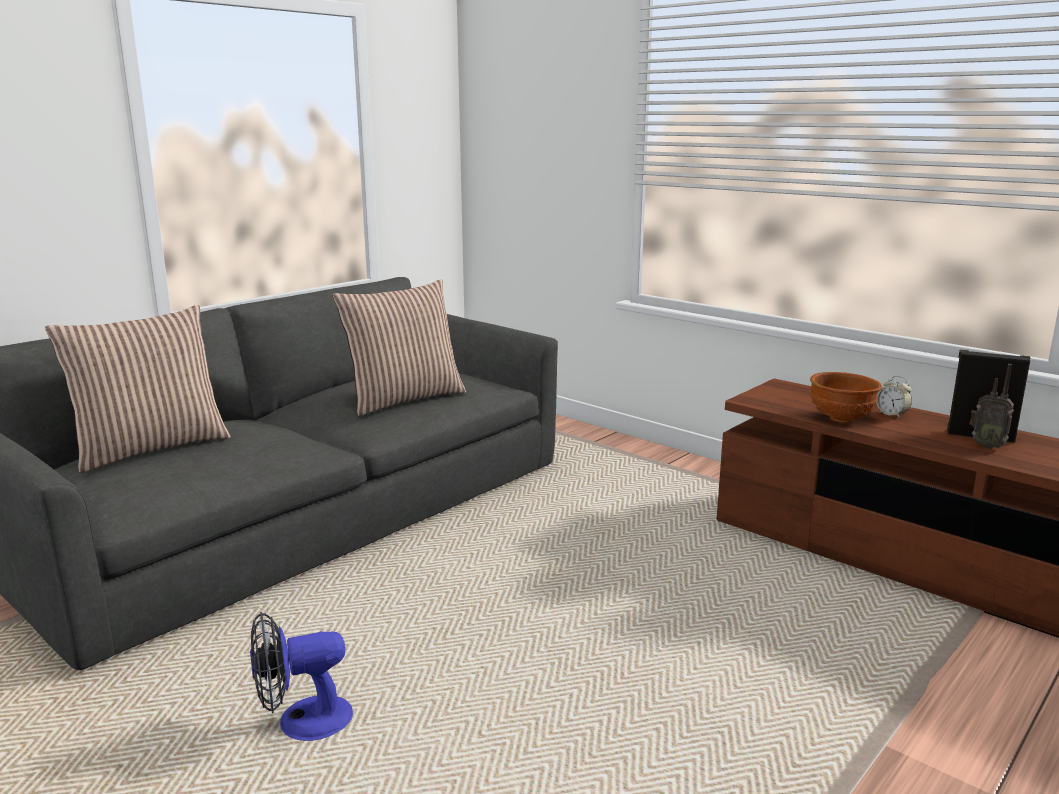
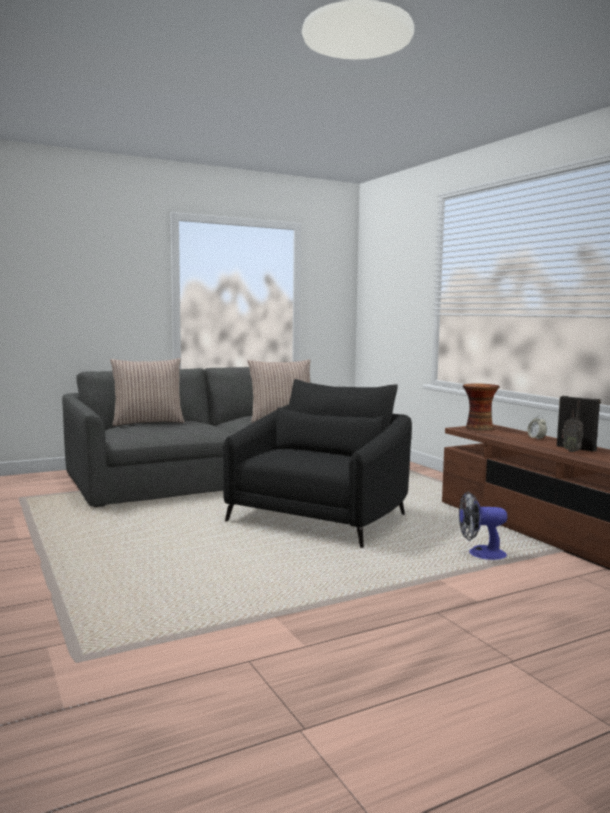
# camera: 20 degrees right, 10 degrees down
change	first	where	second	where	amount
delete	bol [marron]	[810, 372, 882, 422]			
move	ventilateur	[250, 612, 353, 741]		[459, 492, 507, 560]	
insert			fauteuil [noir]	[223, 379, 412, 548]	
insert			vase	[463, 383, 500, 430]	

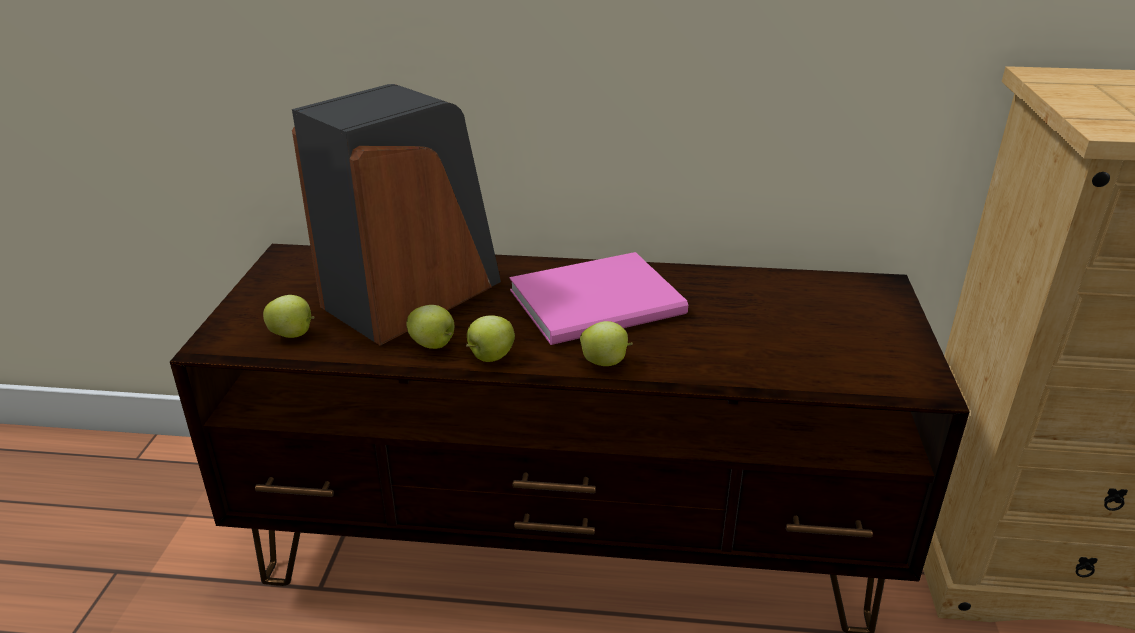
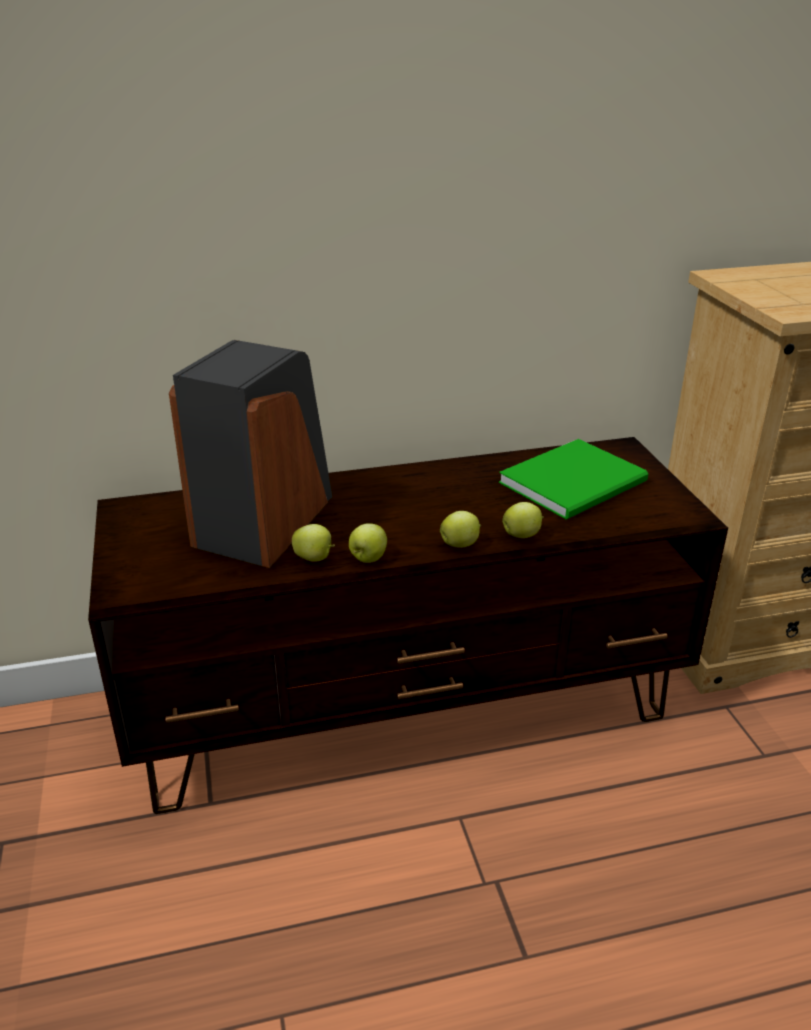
# camera: 20 degrees left, 0 degrees up
change	first	where	second	where	amount
delete	livre [rose]	[510, 252, 688, 345]			
move	pomme	[263, 295, 315, 338]		[502, 502, 544, 538]	
insert			livre [vert]	[499, 439, 648, 519]	

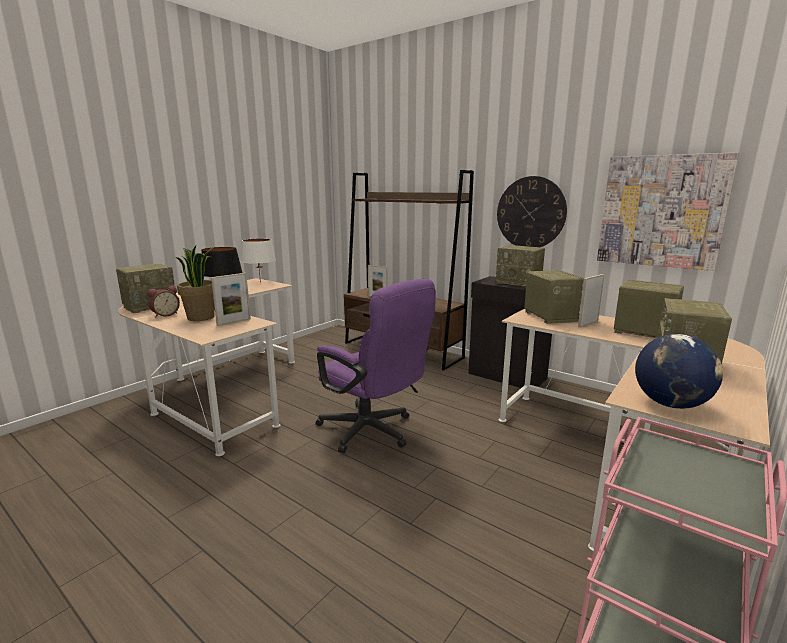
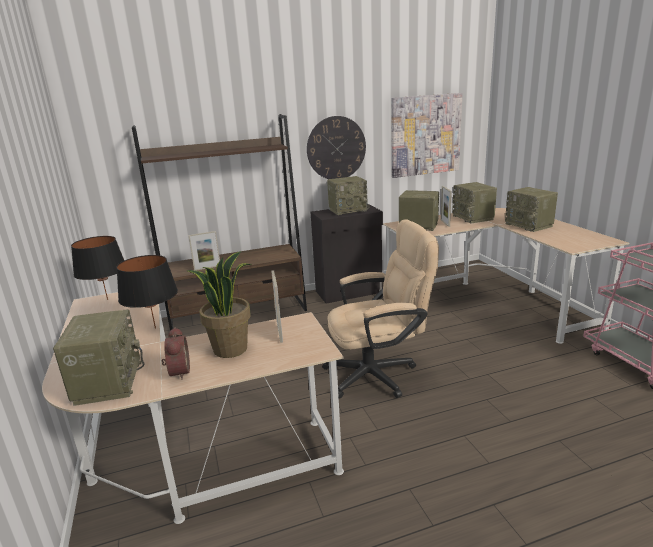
# camera: 55 degrees left, 5 degrees up
change	first	where	second	where	amount
recolor	lampe de table [blanc]	[241, 238, 276, 283]	lampe de table [noir]	[71, 236, 124, 300]	
recolor	chaise de bureau [violet]	[316, 279, 436, 453]	chaise de bureau [beige]	[322, 219, 439, 398]	
rotate	radio	[614, 280, 684, 338]		[452, 182, 497, 224]	90 degrees counterclockwise
delete	globe	[635, 334, 723, 409]			

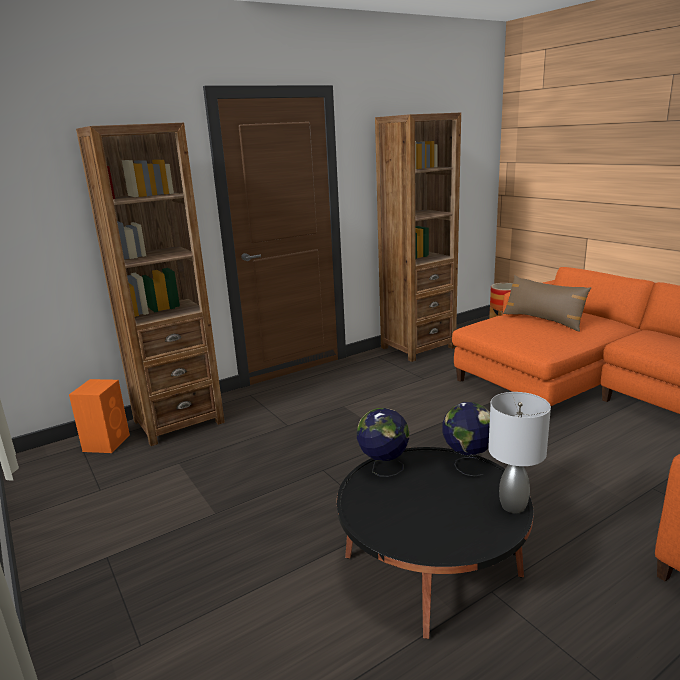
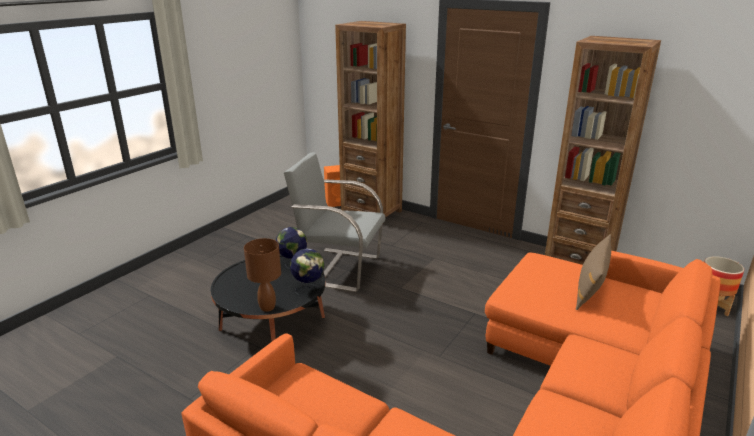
# camera: 65 degrees right, 5 degrees up
change	first	where	second	where	amount
recolor	lampe de table [gris]	[488, 392, 551, 513]	lampe de table [marron]	[244, 238, 281, 312]	
insert			fauteuil [gris]	[284, 152, 385, 292]	

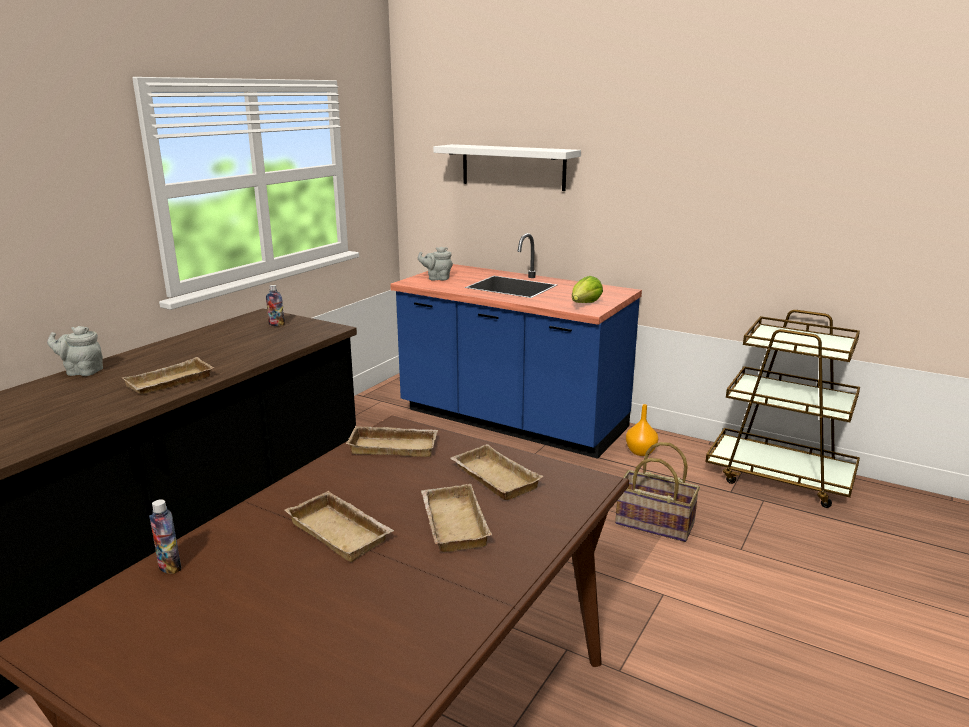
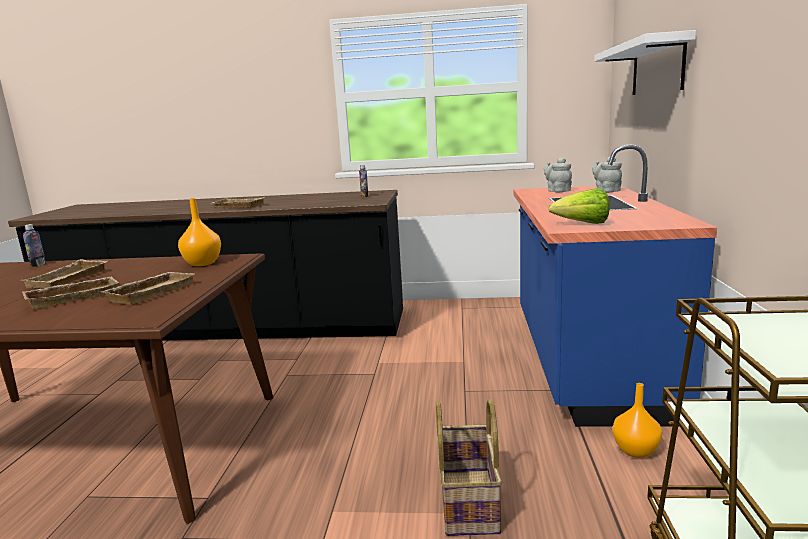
# camera: 65 degrees right, 5 degrees down
change	first	where	second	where	amount
move	théière [gris]	[47, 326, 103, 376]		[592, 157, 622, 193]	
replace	plateau [beige]	[346, 426, 438, 457]	vase [orange]	[178, 198, 221, 266]	

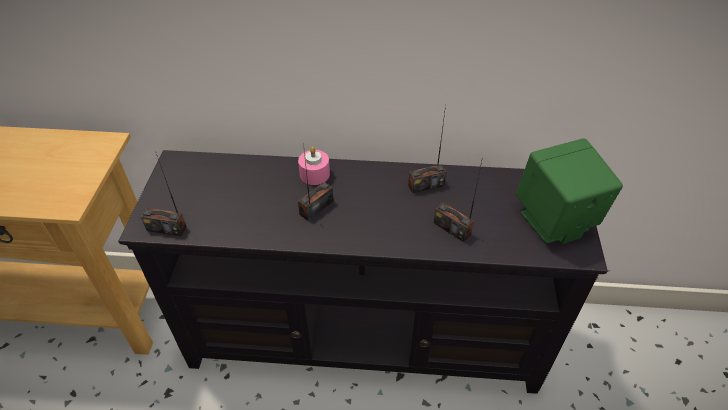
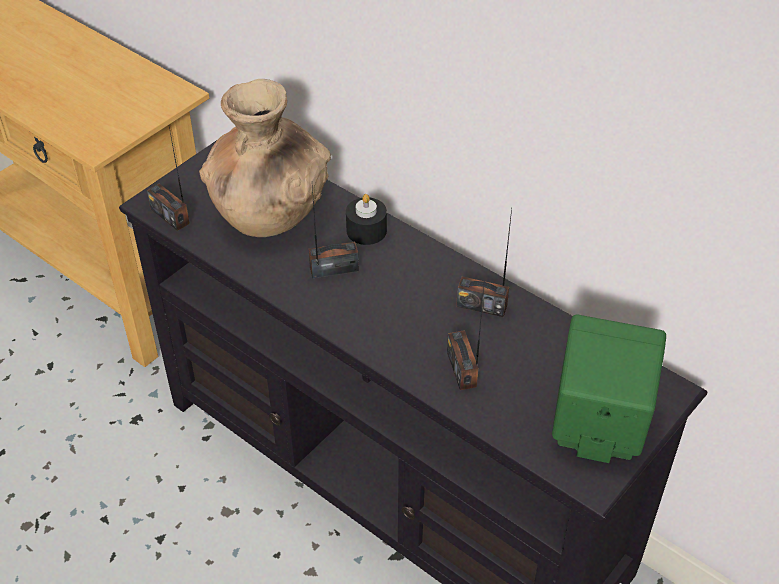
# camera: 35 degrees right, 0 degrees up
change	first	where	second	where	amount
recolor	bougie [rose]	[298, 147, 330, 185]	bougie [noir]	[346, 194, 387, 245]	
insert			vase [marron]	[199, 79, 331, 237]	

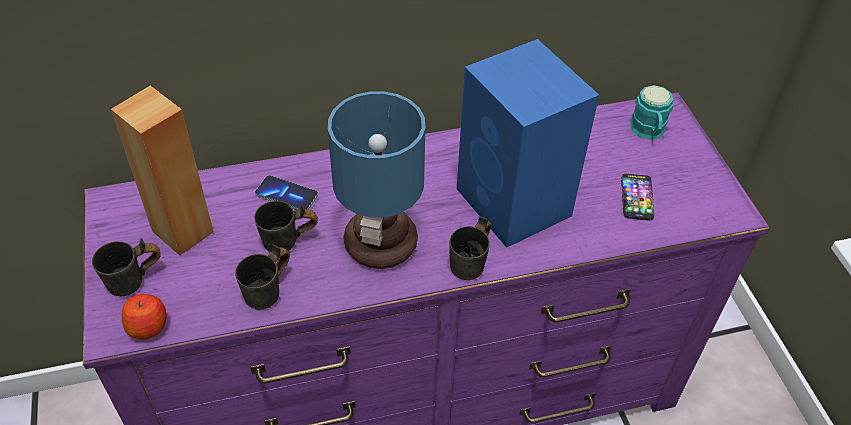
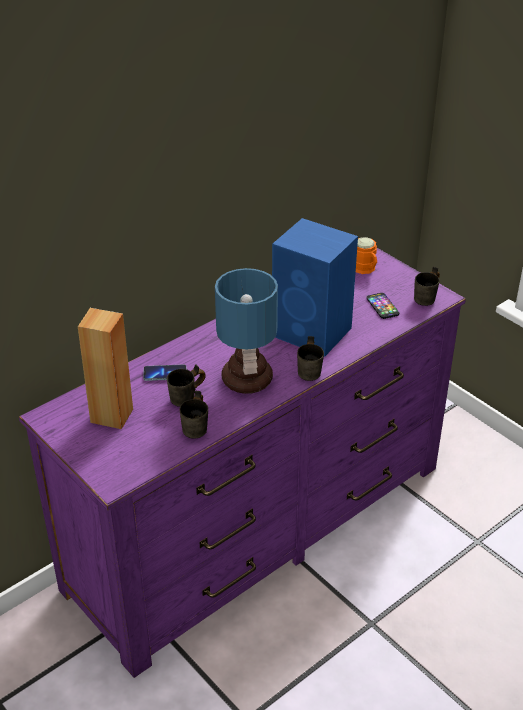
# camera: 25 degrees left, 10 degrees down
change	first	where	second	where	amount
recolor	mug [turquoise]	[630, 85, 673, 140]	mug [orange]	[356, 237, 377, 274]	
move	mug [gris]	[92, 238, 161, 296]		[414, 267, 440, 306]	
delete	pomme	[122, 294, 167, 339]			

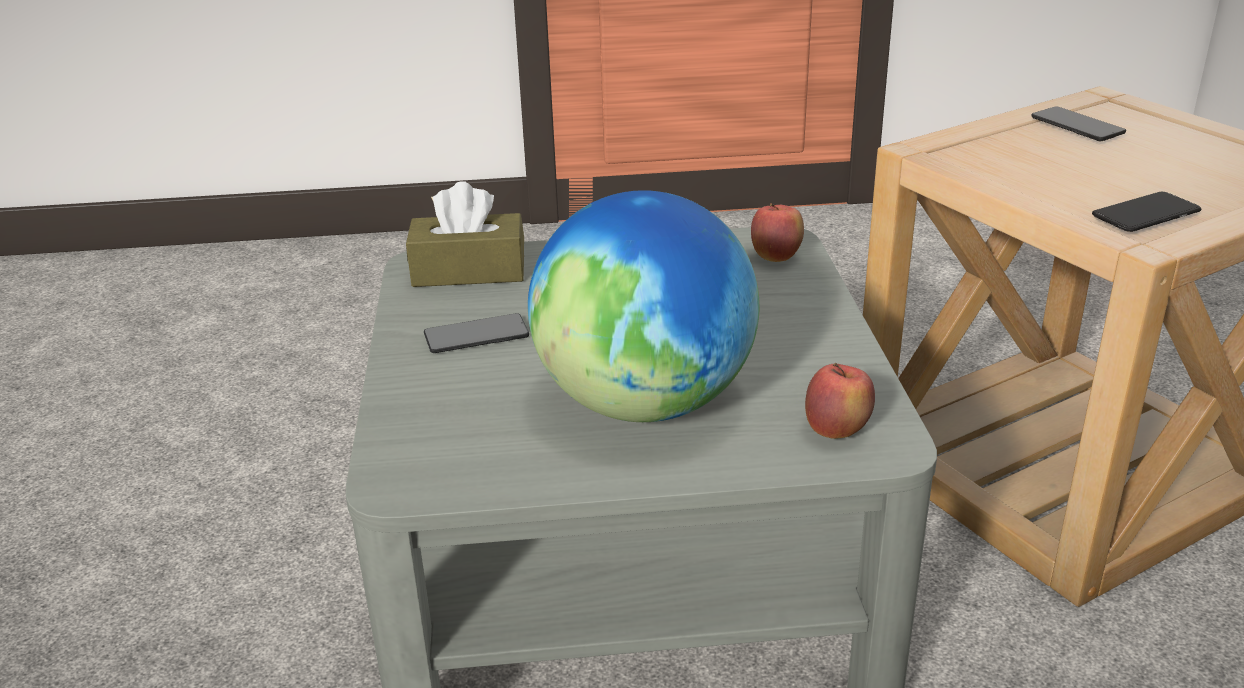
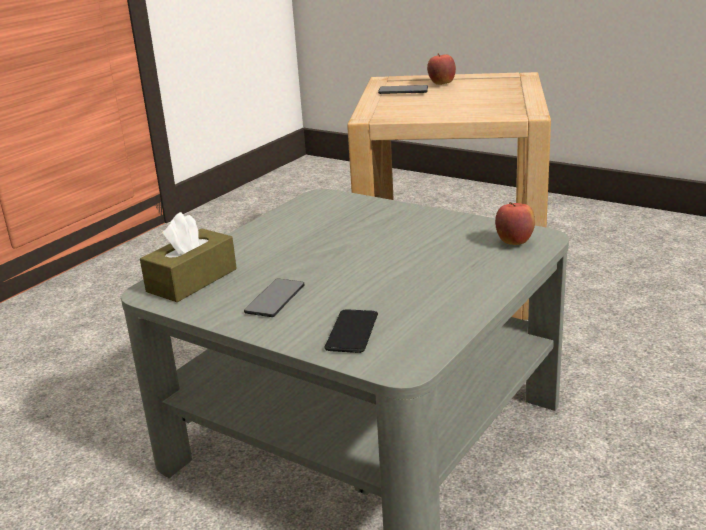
# camera: 50 degrees left, 5 degrees down
change	first	where	second	where	amount
delete	globe	[528, 190, 759, 422]			
move	téléphone	[1092, 192, 1201, 232]		[324, 309, 378, 353]	
move	pomme	[751, 203, 804, 262]		[427, 53, 456, 85]	

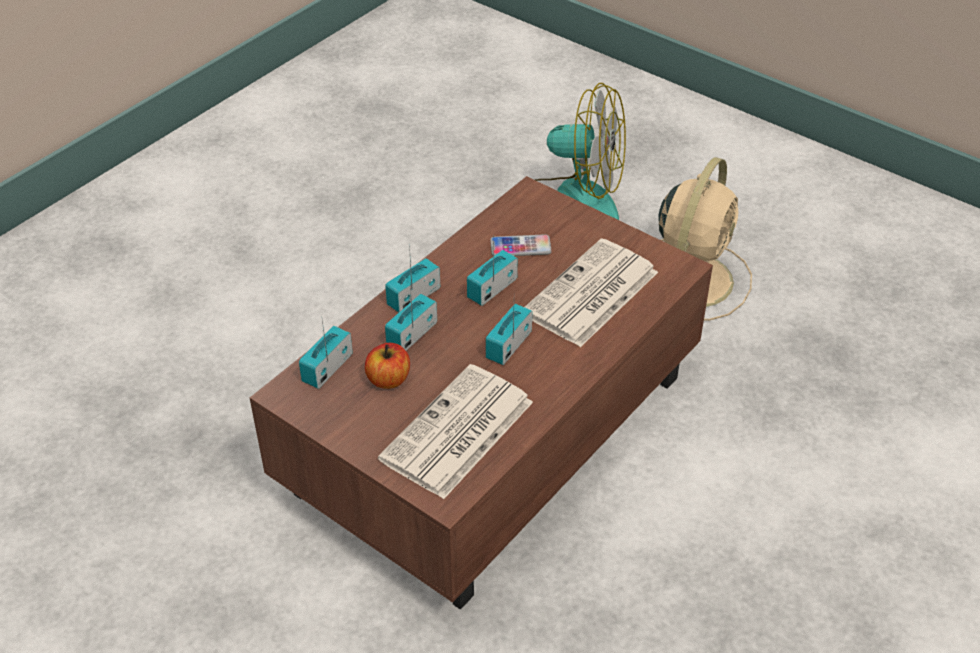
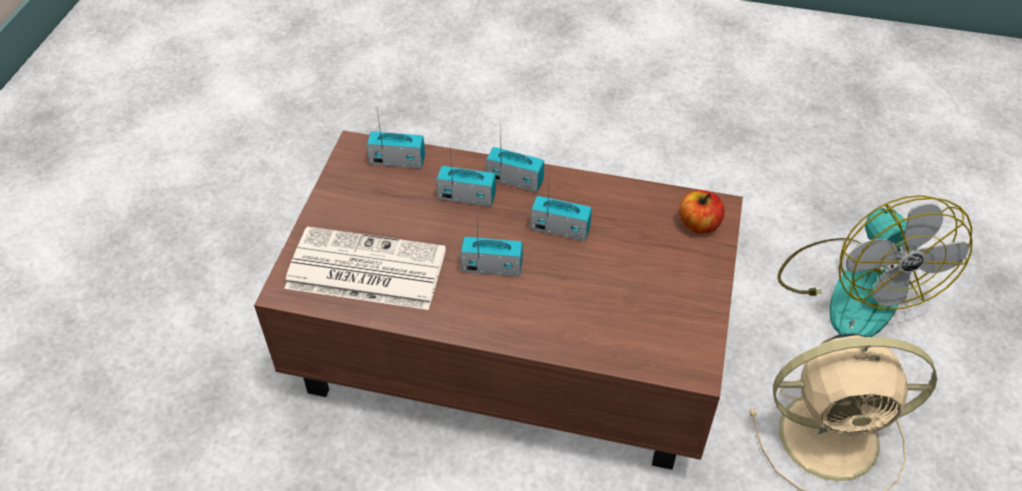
# camera: 65 degrees right, 5 degrees up
change	first	where	second	where	amount
delete	téléphone	[490, 234, 552, 256]			
delete	journal	[525, 238, 658, 347]			
move	pomme	[365, 343, 410, 389]		[679, 190, 724, 234]	

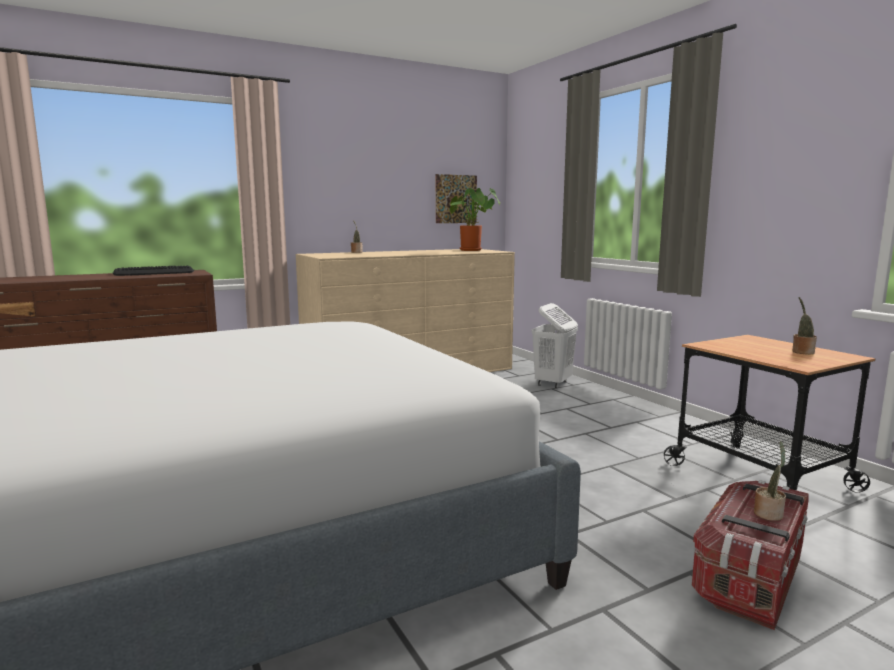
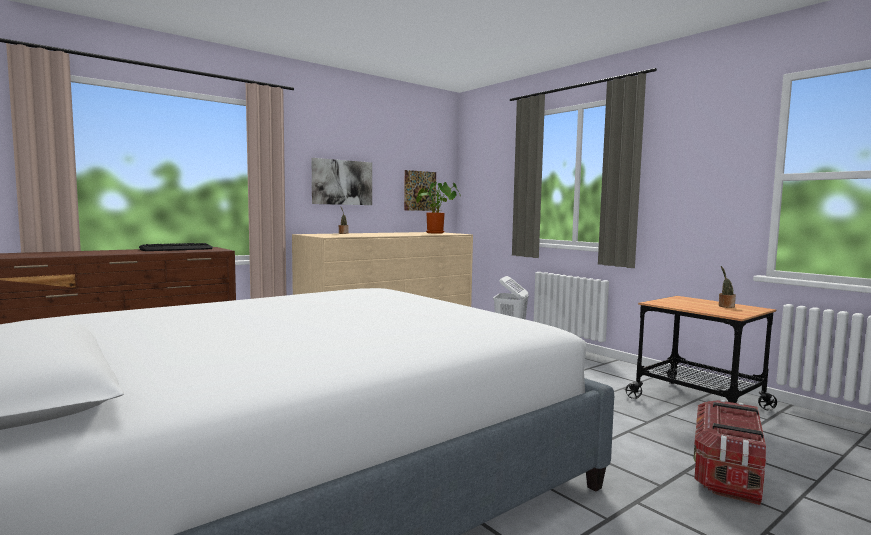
# camera: 10 degrees left, 5 degrees down
change	first	where	second	where	amount
delete	plante en pot	[754, 441, 786, 521]			
insert			tableau	[312, 158, 372, 205]	

